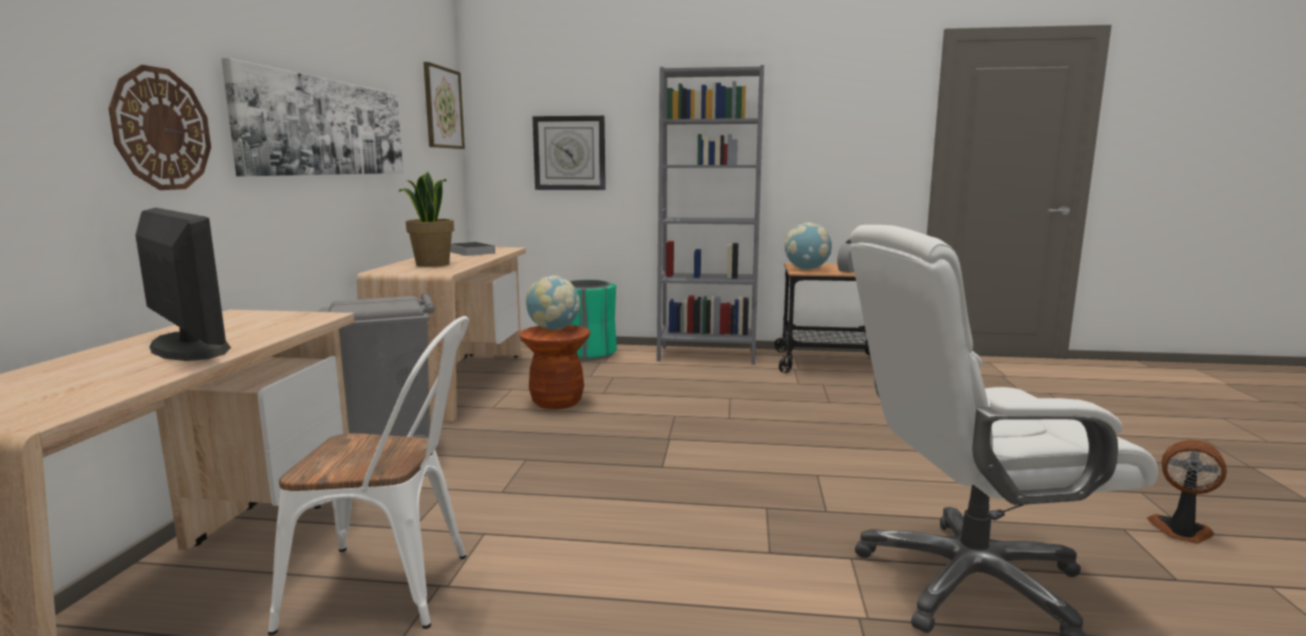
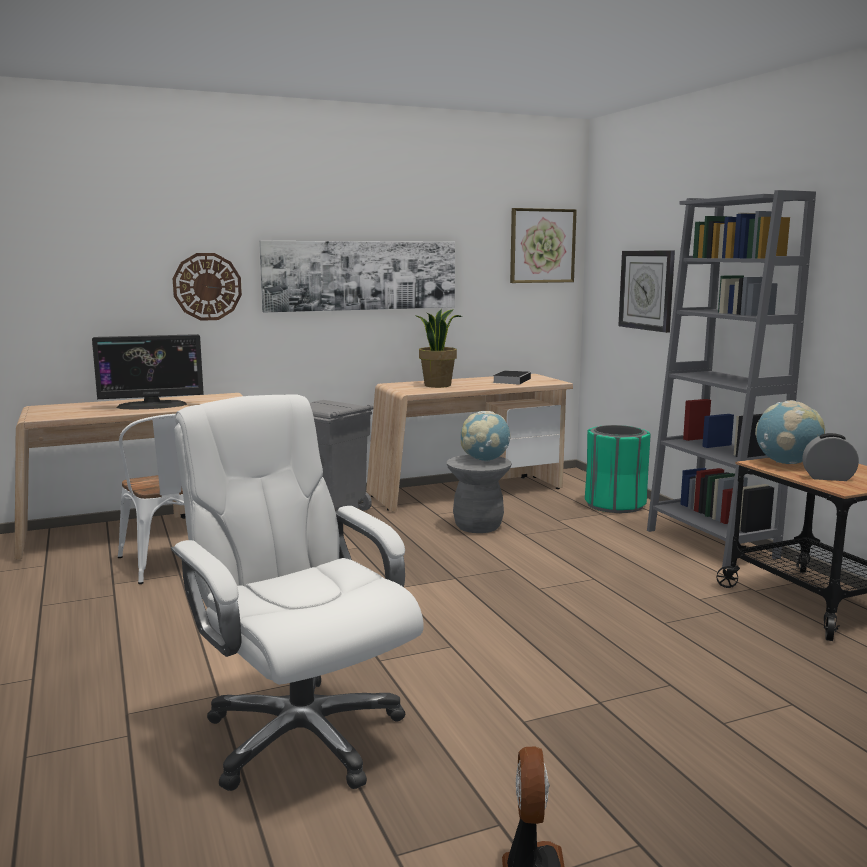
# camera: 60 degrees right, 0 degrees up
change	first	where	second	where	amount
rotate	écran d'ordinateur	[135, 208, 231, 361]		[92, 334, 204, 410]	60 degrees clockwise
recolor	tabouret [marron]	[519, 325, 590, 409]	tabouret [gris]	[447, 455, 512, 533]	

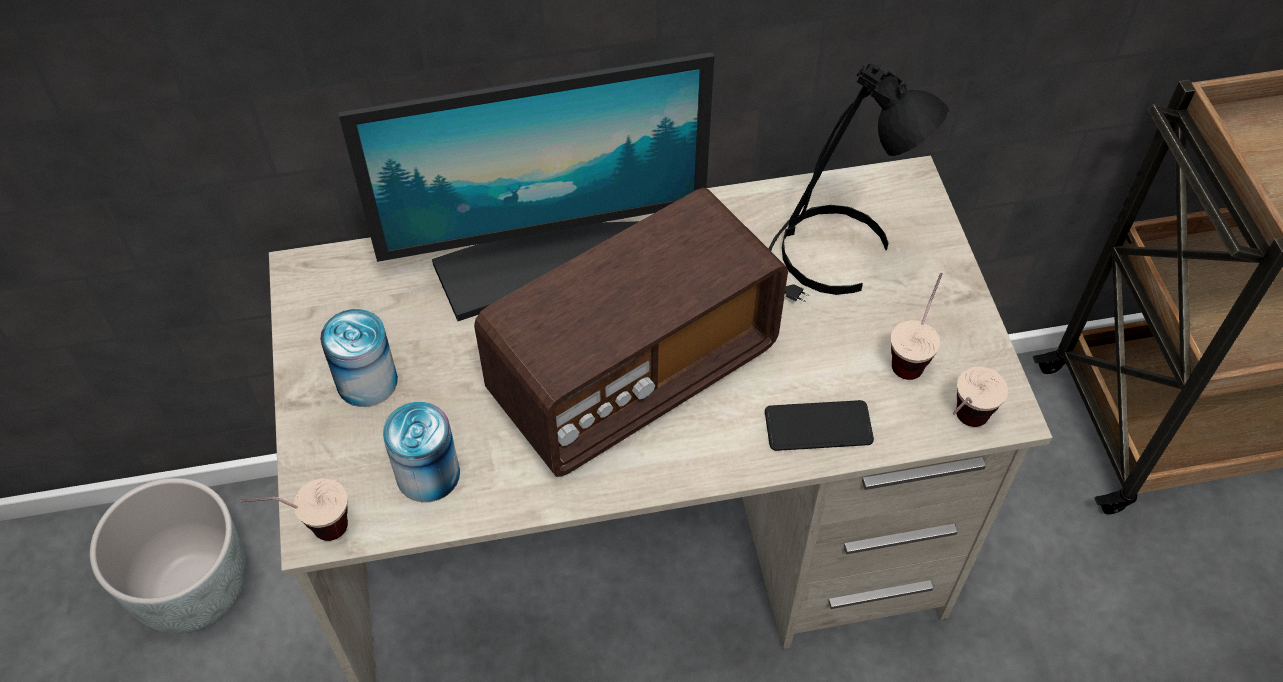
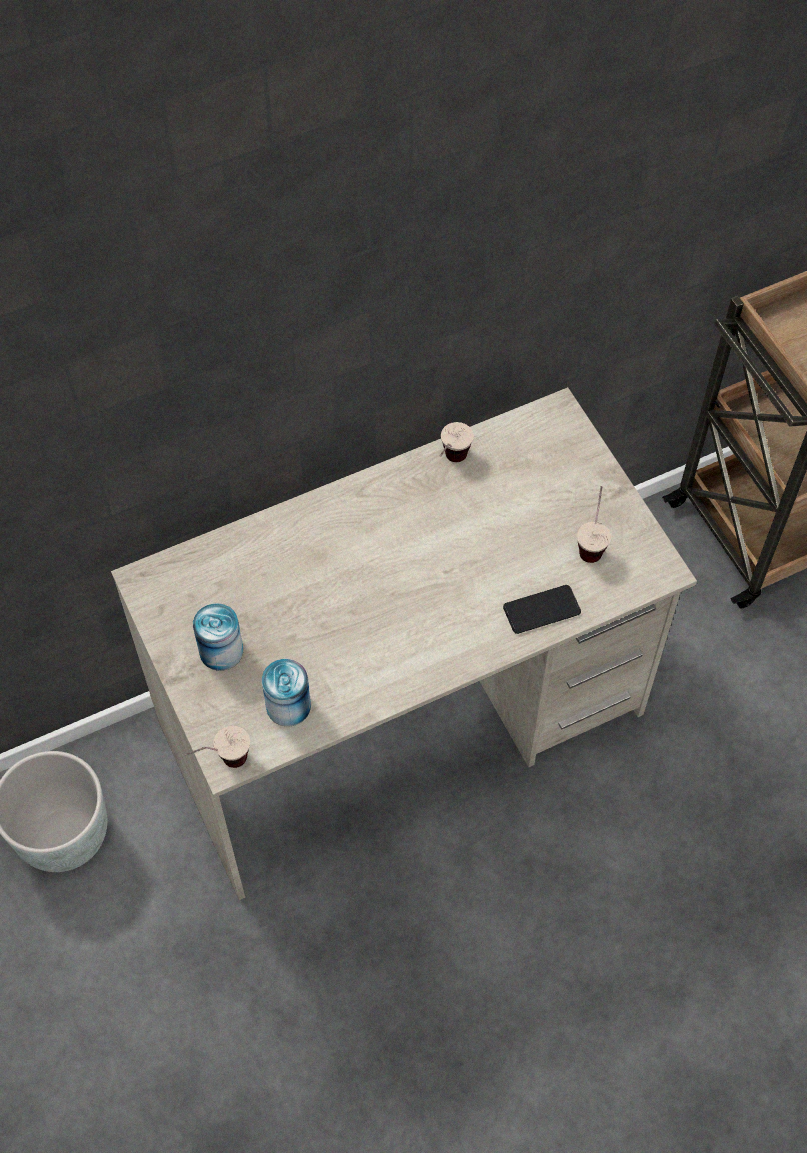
# camera: 15 degrees left, 5 degrees up
change	first	where	second	where	amount
delete	écran d'ordinateur	[338, 52, 714, 321]			
delete	lampe de table [noir]	[768, 63, 949, 302]			
delete	radio	[474, 188, 788, 477]			
move	tasse	[953, 367, 1008, 427]		[440, 422, 474, 462]	

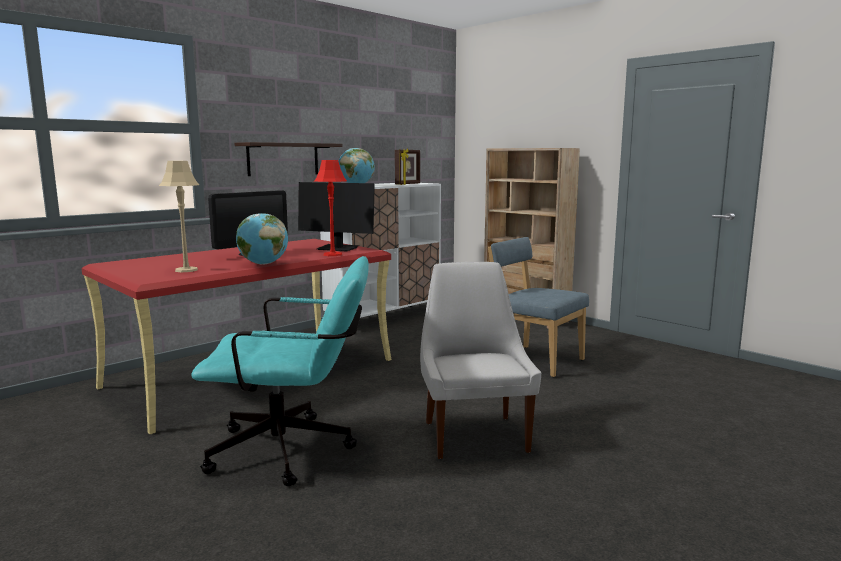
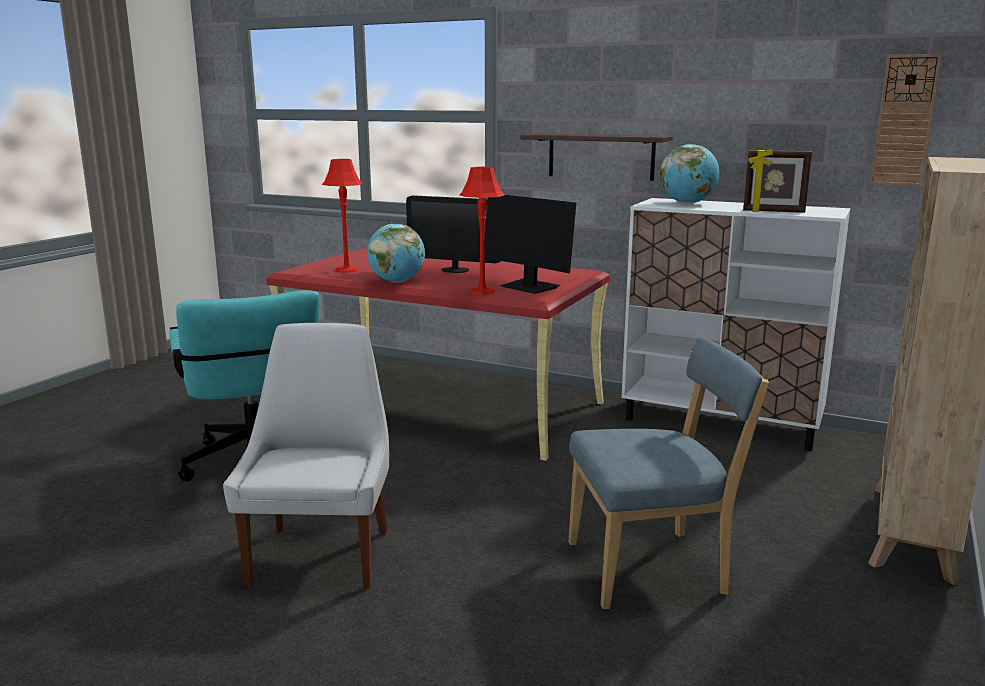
# camera: 70 degrees right, 5 degrees up
change	first	where	second	where	amount
recolor	lampe de table [beige]	[159, 161, 199, 272]	lampe de table [rouge]	[322, 159, 363, 273]	
rotate	écran d'ordinateur	[298, 182, 375, 251]		[485, 195, 576, 294]	45 degrees counterclockwise
rotate	chaise [bleu]	[488, 237, 589, 377]		[568, 337, 769, 609]	60 degrees clockwise
rotate	chaise [blanc]	[420, 262, 541, 459]		[223, 323, 389, 588]	60 degrees counterclockwise
insert			horloge murale	[871, 54, 942, 186]	

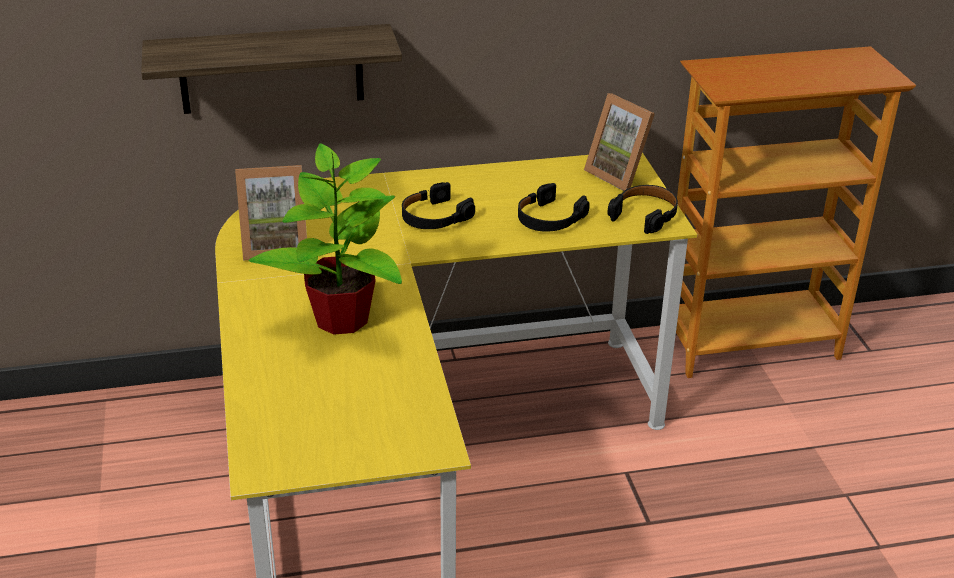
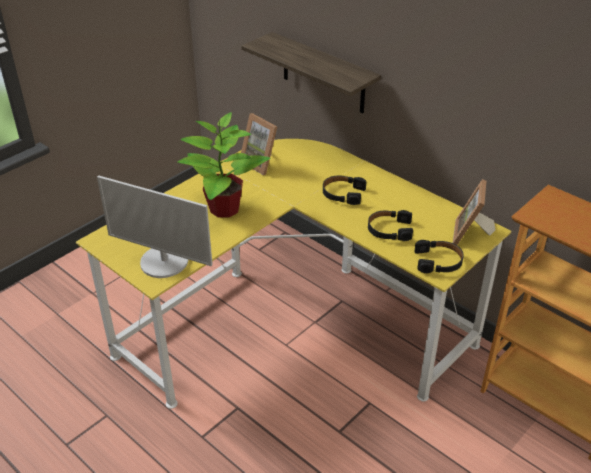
# camera: 55 degrees right, 5 degrees up
change	first	where	second	where	amount
insert			écran d'ordinateur	[97, 175, 213, 278]	

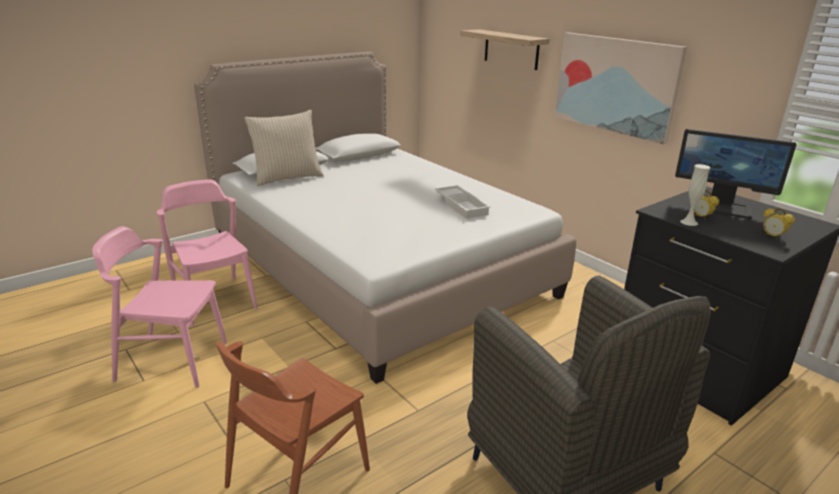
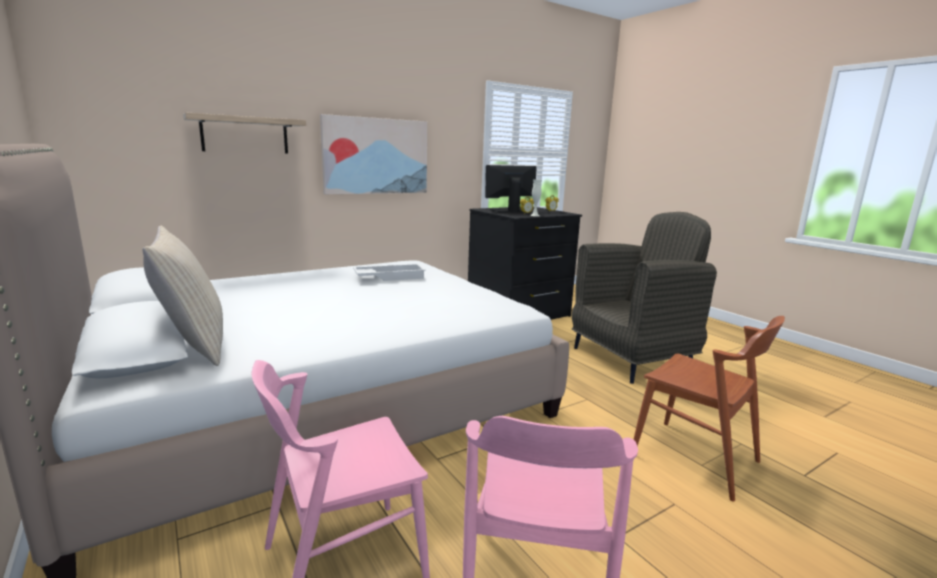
# camera: 85 degrees left, 10 degrees down
change	first	where	second	where	amount
rotate	écran d'ordinateur	[675, 129, 796, 219]		[485, 165, 537, 213]	150 degrees counterclockwise

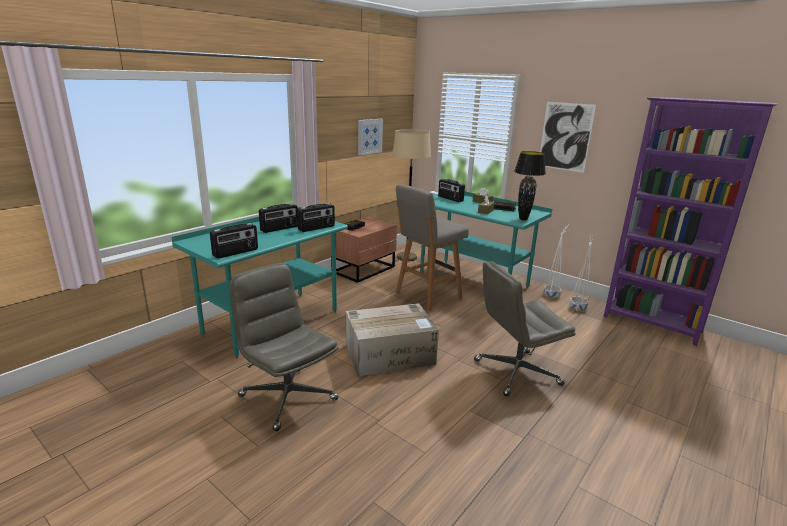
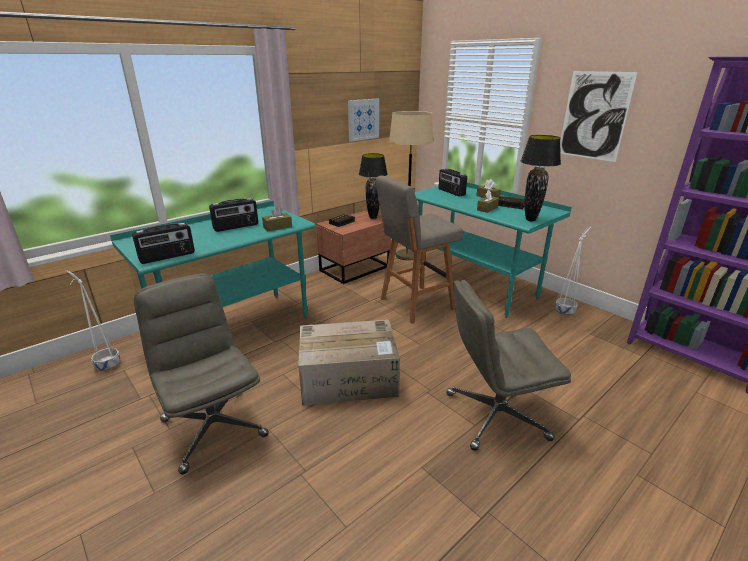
# camera: 10 degrees right, 5 degrees up
change	first	where	second	where	amount
replace	radio	[297, 203, 335, 232]	boîte à mouchoirs [marron]	[262, 206, 292, 231]	
move	cache-pot [blanc]	[569, 234, 593, 312]		[65, 269, 121, 371]	
insert			lampe de table [noir]	[359, 153, 388, 219]	

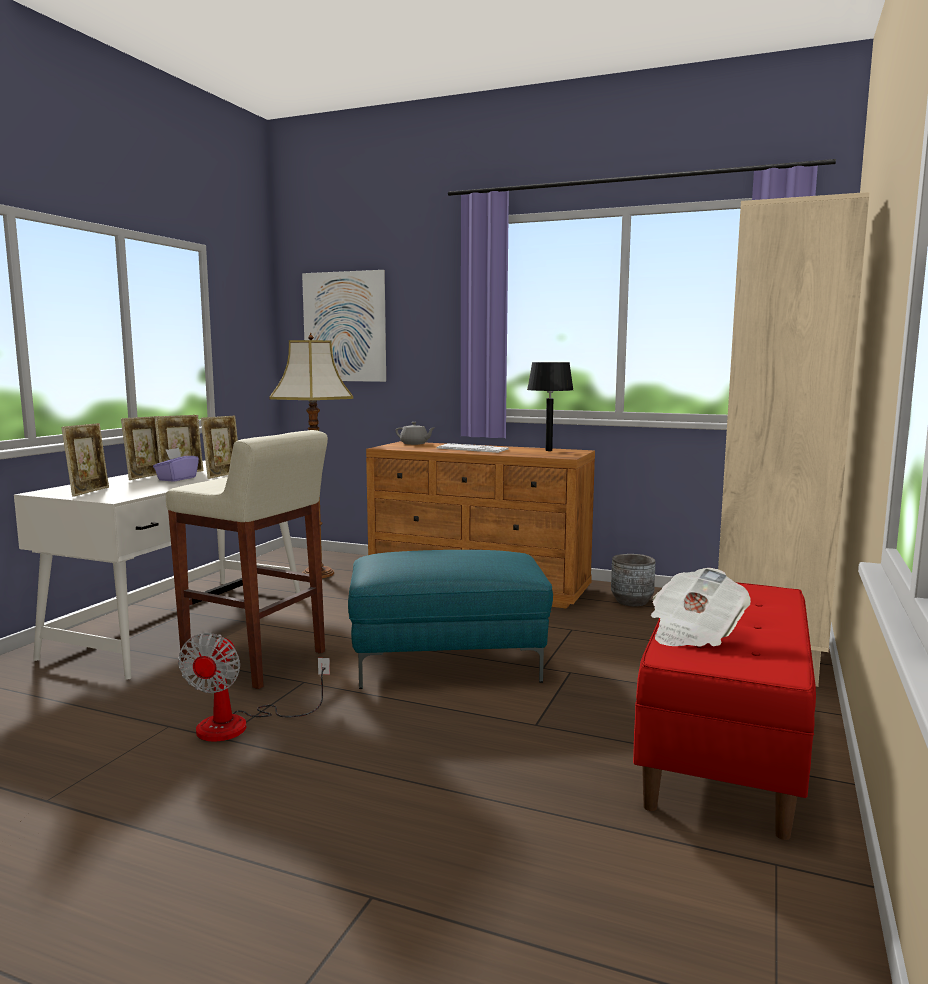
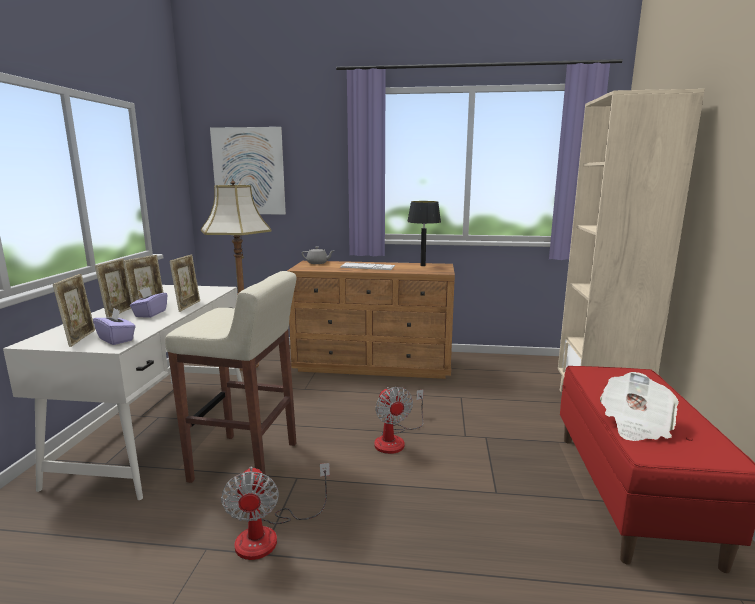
# camera: 15 degrees left, 5 degrees up
change	first	where	second	where	amount
replace	pouf [turquoise]	[348, 550, 553, 689]	ventilateur	[374, 387, 424, 454]	
delete	cache-pot [gris]	[611, 554, 655, 606]			
insert			boîte à mouchoirs [violet]	[93, 308, 136, 345]	

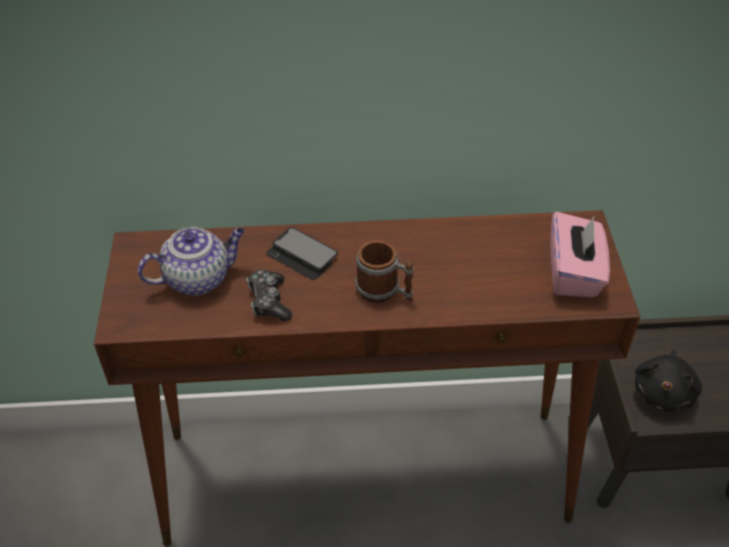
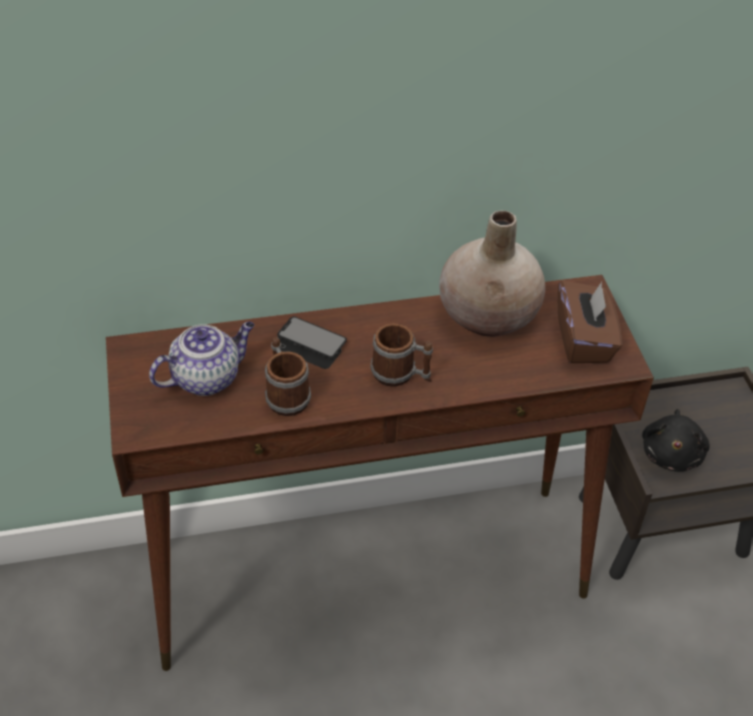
# camera: 10 degrees left, 0 degrees up
change	first	where	second	where	amount
recolor	boîte à mouchoirs [rose]	[550, 212, 610, 298]	boîte à mouchoirs [marron]	[557, 280, 622, 363]	
replace	manette	[247, 269, 292, 321]	mug	[265, 337, 311, 416]	
insert			vase [beige]	[439, 210, 545, 337]	

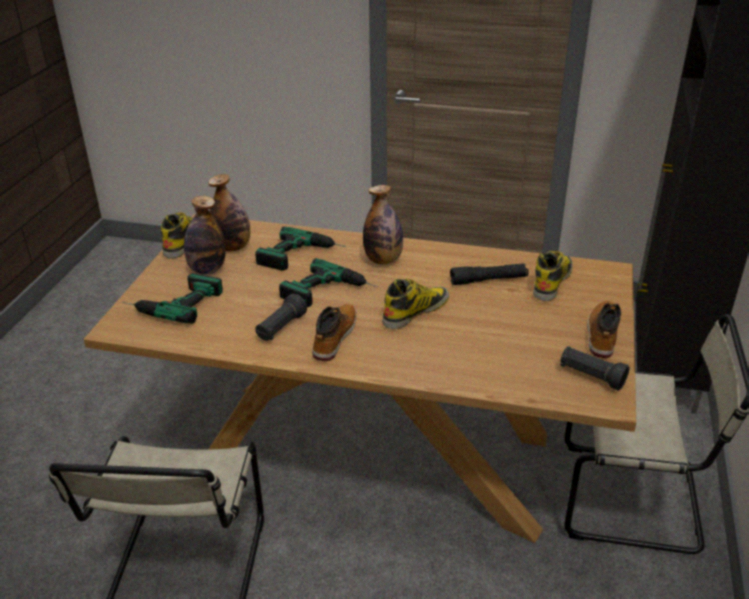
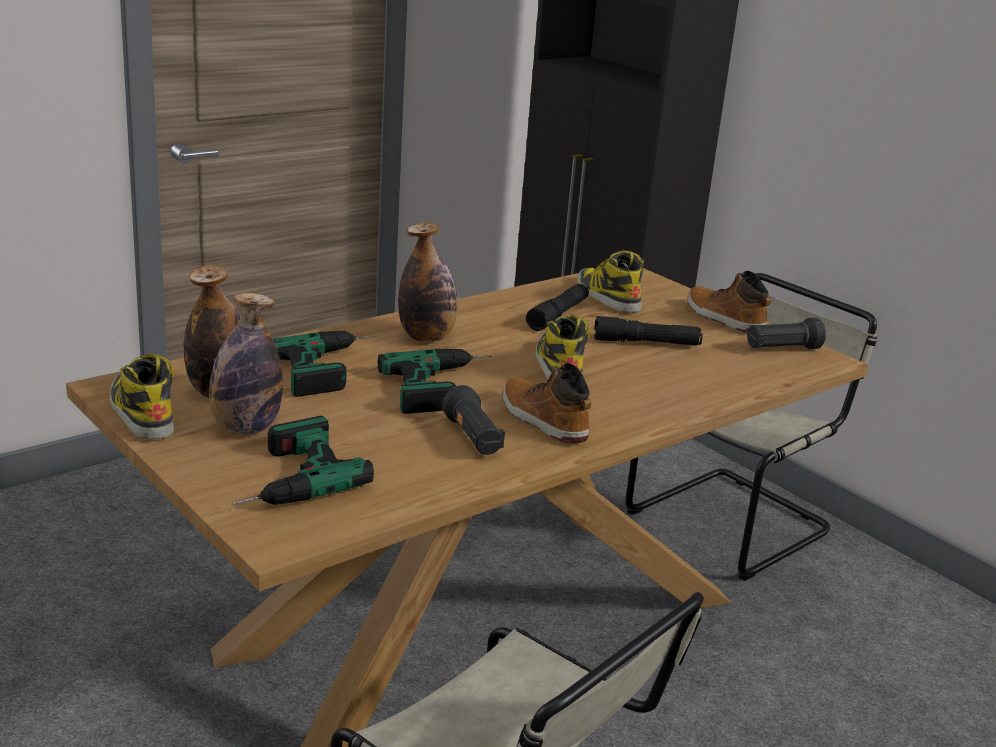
# camera: 55 degrees left, 10 degrees down
change	first	where	second	where	amount
insert			lampe de poche [noir]	[594, 316, 703, 346]	

